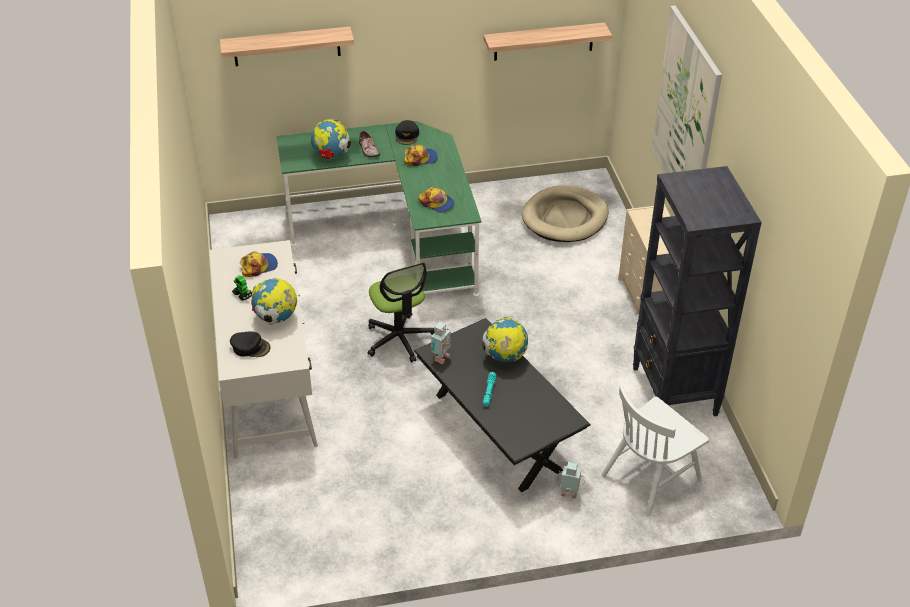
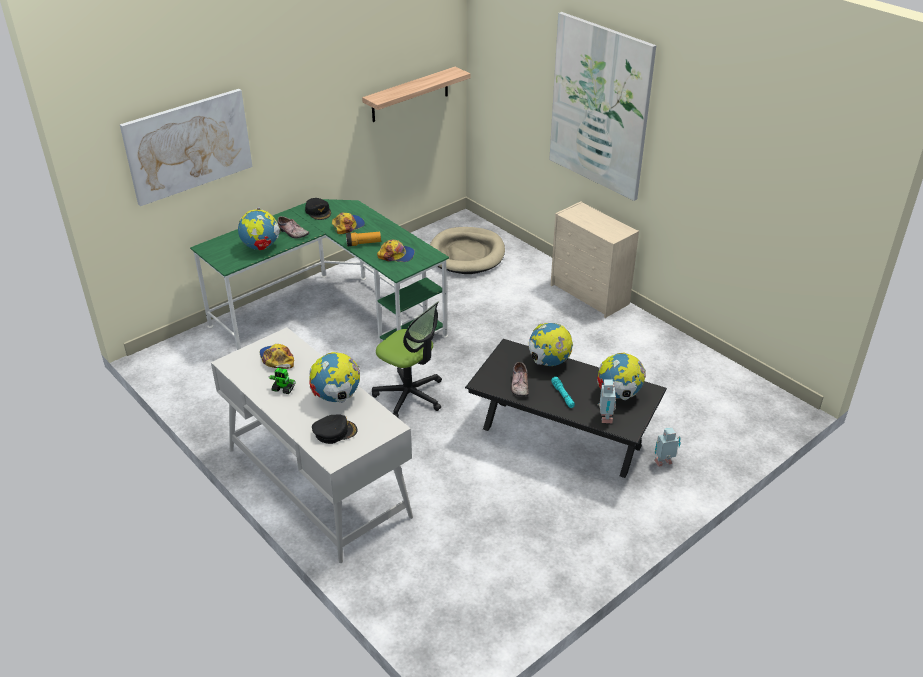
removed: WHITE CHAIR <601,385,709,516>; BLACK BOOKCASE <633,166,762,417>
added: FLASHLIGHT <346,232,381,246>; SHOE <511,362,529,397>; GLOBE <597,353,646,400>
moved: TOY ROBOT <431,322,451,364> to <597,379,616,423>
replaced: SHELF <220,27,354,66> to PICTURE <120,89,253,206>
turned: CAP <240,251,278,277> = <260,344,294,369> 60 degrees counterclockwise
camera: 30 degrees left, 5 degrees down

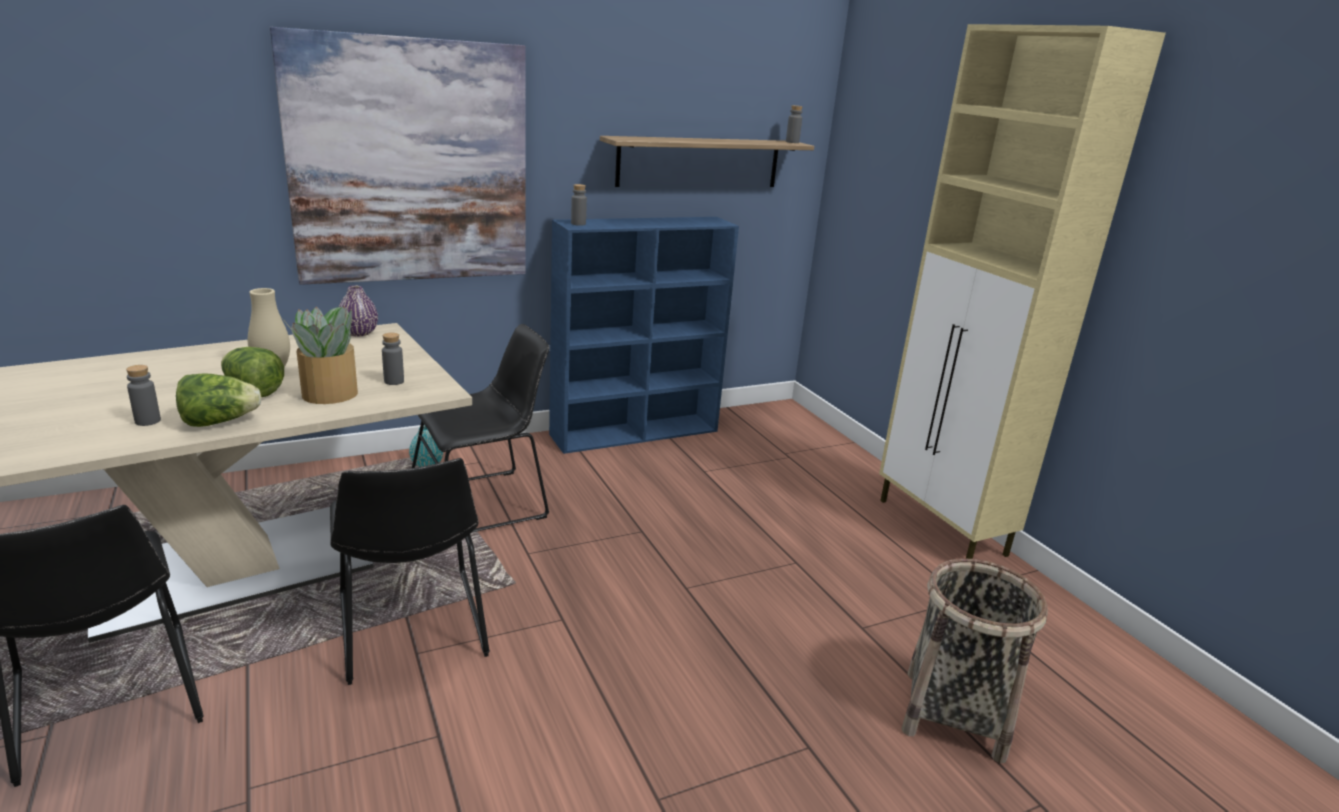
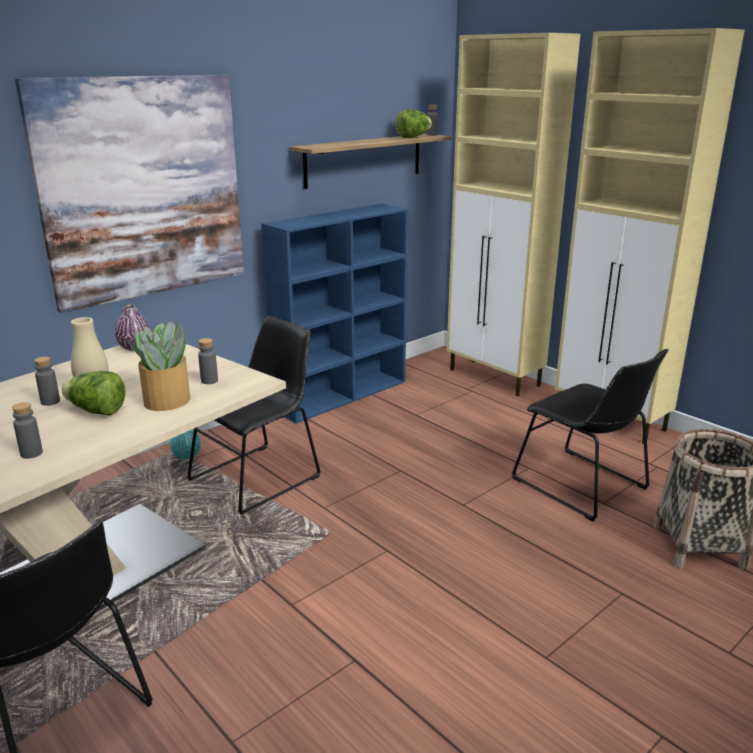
added: BEIGE CABINET <447,33,581,397>
moved: GREY BOTTLE <571,184,587,226> to <34,357,60,406>; LETTUCE <176,373,262,427> to <395,109,432,138>; BLACK CHAIR <330,458,490,685> to <512,349,668,522>
camera: 15 degrees left, 0 degrees up

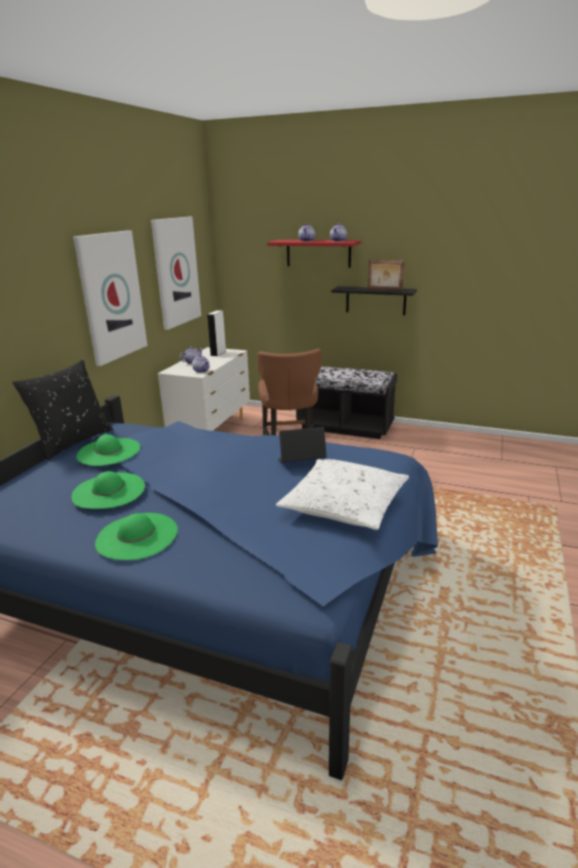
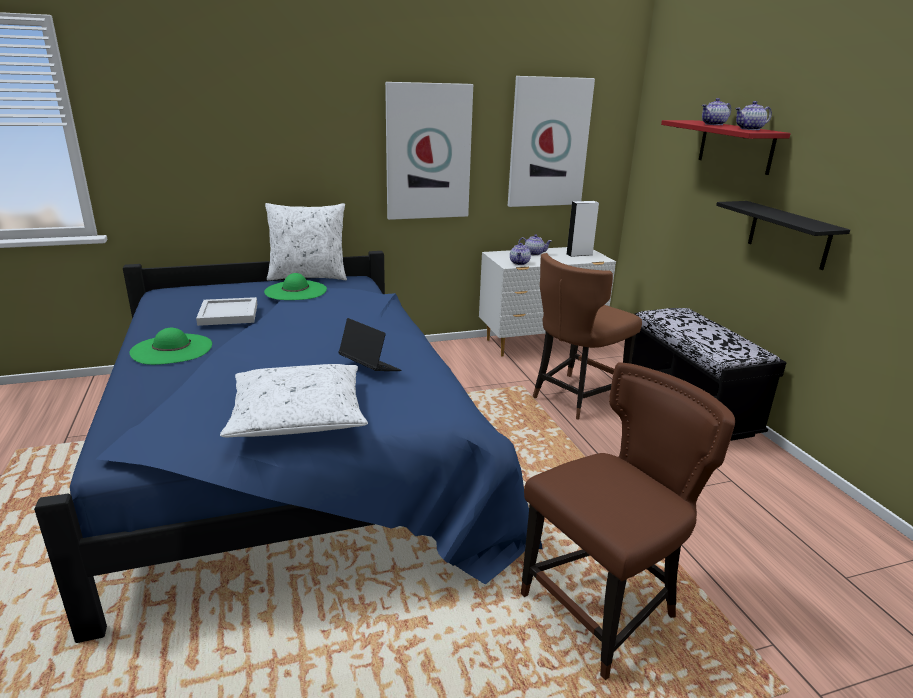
removed: PICTURE FRAME <368,259,405,291>
added: BROWN CHAIR <521,362,735,680>
replaced: GREEN HAT <71,471,145,509> to WHITE TRAY <196,297,257,326>
recoloured: BLACK PILLOW <12,360,113,460> to WHITE PILLOW <265,203,347,281>
camera: 50 degrees right, 0 degrees up

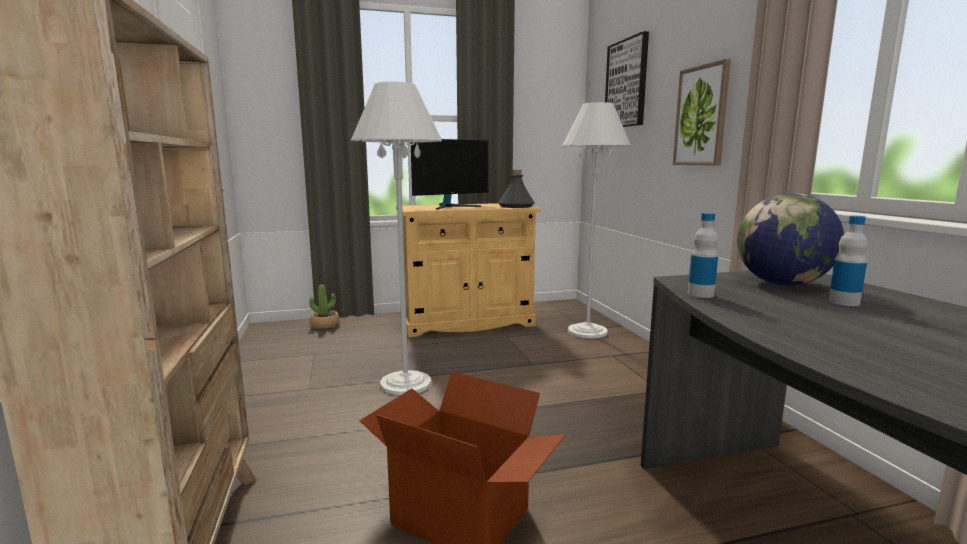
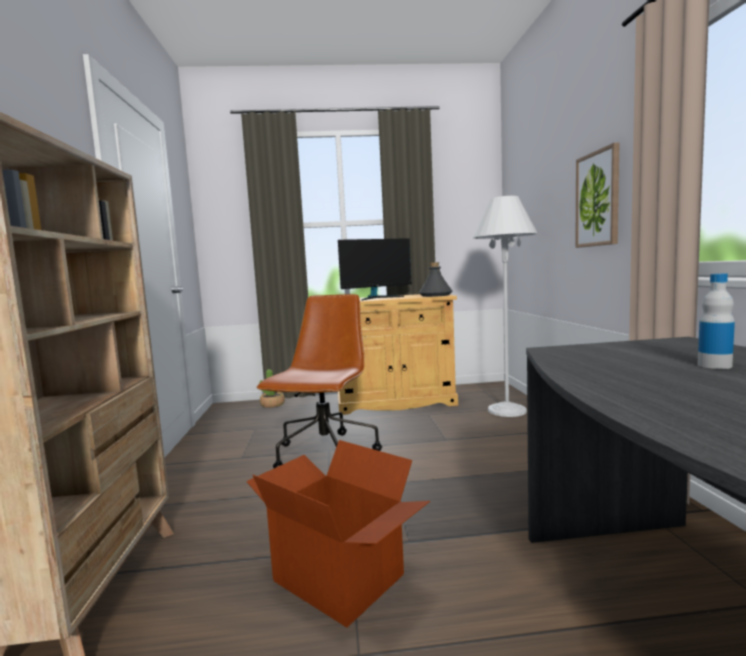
removed: PICTURE <605,31,649,127>; BOTTLE <688,212,718,298>; GLOBE <737,193,844,286>
replaced: WHITE FLOOR LAMP <351,81,442,395> to BROWN OFFICE CHAIR <257,294,382,469>
camera: 10 degrees right, 5 degrees down

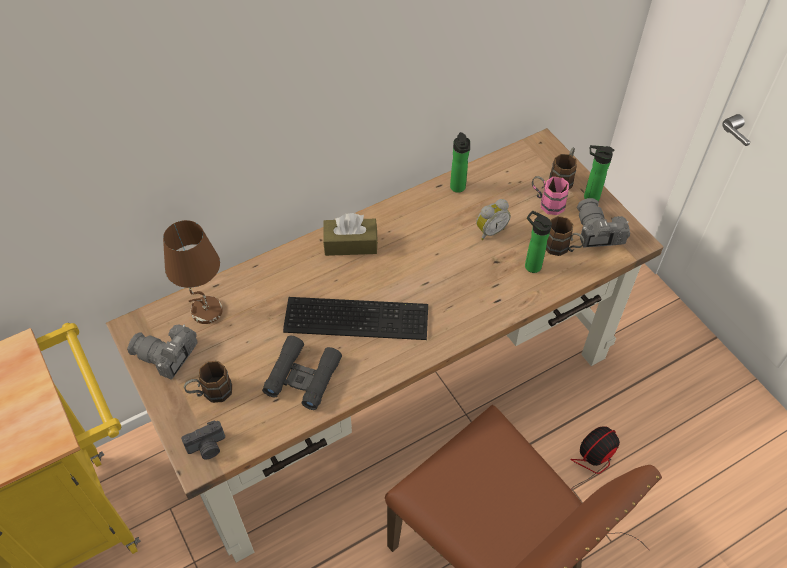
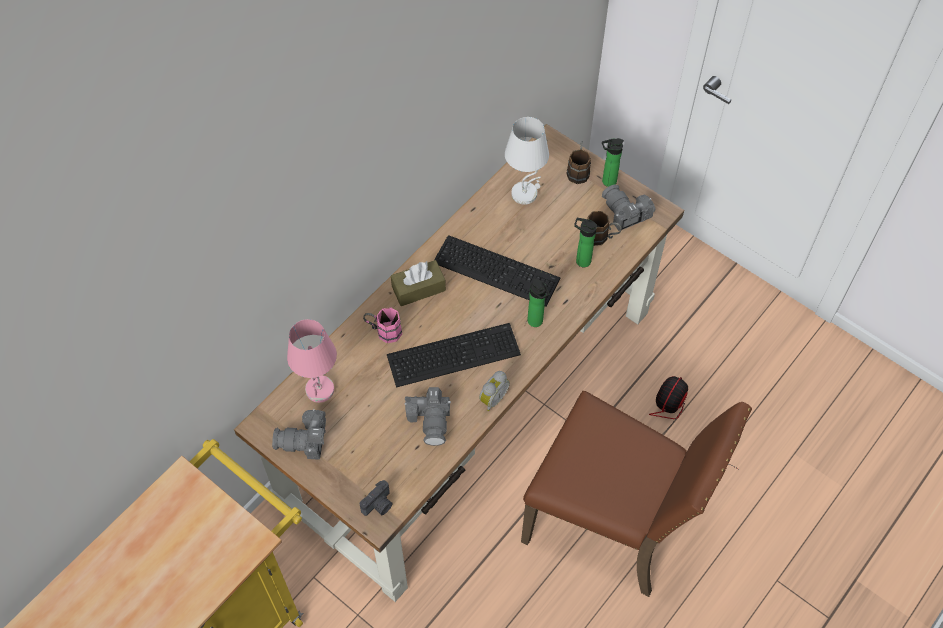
removed: BROWN MUG <184,361,232,403>
added: KEYBOARD <434,235,560,307>; WHITE TABLE LAMP <505,117,549,205>
moved: PINK MUG <532,176,569,215> to <363,307,402,343>; ALARM CLOCK <476,199,511,240> to <479,371,510,411>; BOTTLE <450,132,470,193> to <527,278,550,327>
replaced: BLACK BINOCULARS <262,336,342,410> to PHOTO CAMERA <404,387,451,446>
recoloured: BROWN TABLE LAMP <163,220,223,324> to PINK TABLE LAMP <287,319,337,403>
camera: 20 degrees left, 5 degrees up

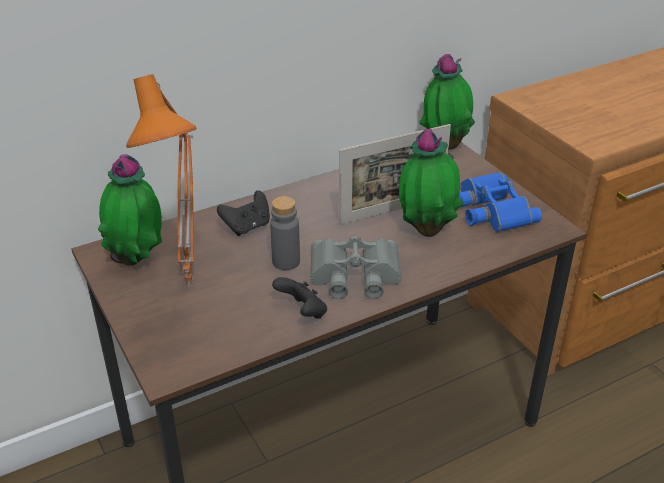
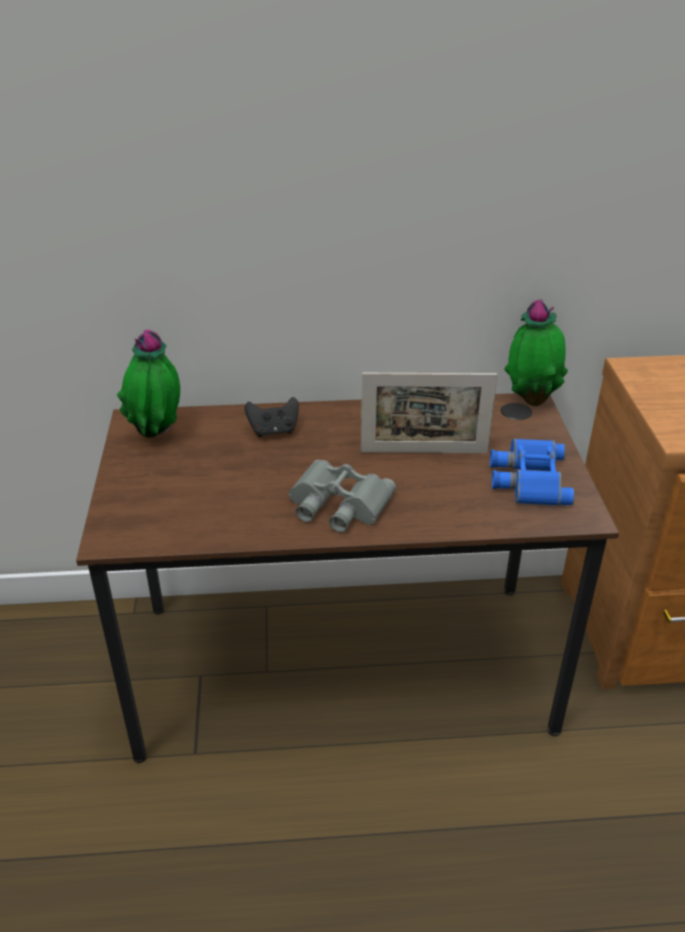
removed: ORANGE TABLE LAMP <126,74,197,287>; GREY BOTTLE <270,196,300,270>; BLACK GAME CONTROLLER <272,277,327,319>; POTTED PLANT <399,128,464,237>
camera: 25 degrees right, 0 degrees up

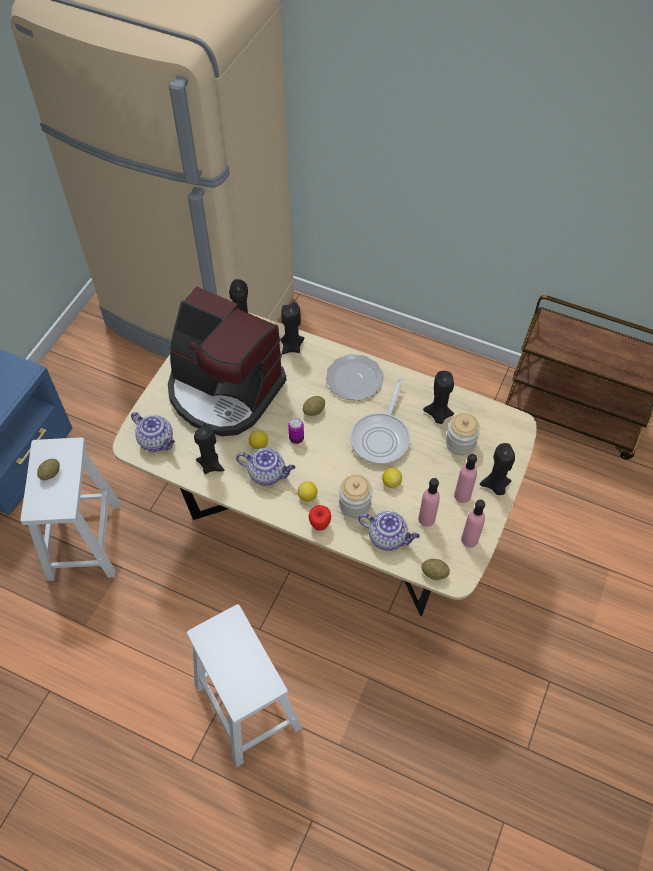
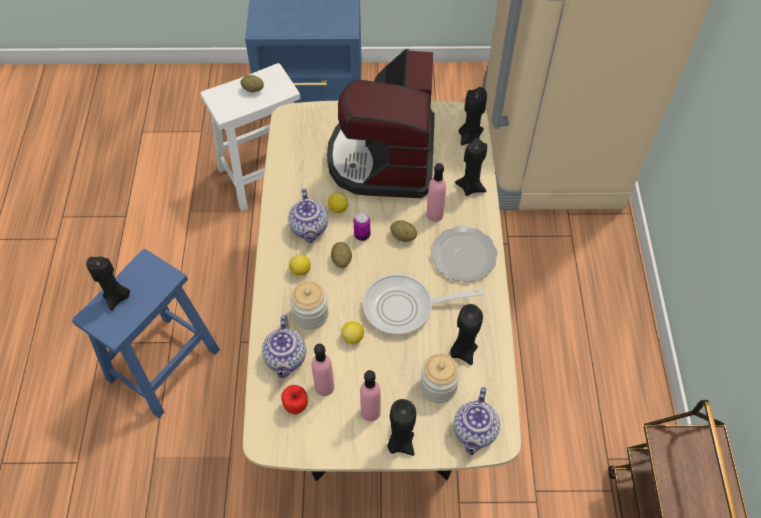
moved: BLACK CANDLE <194,423,224,474> to <86,257,130,311>; APPLE <309,505,331,531> to <281,385,308,414>; POTATO <421,559,450,580> to <331,242,352,268>; PINK BOTTLE <461,499,485,547> to <426,163,446,222>; TEAPOT <131,412,175,452> to <453,387,500,455>
recoloured: WHITE STOOL <187,604,302,767> to BLUE STOOL <72,249,220,418>
camera: 65 degrees right, 0 degrees up

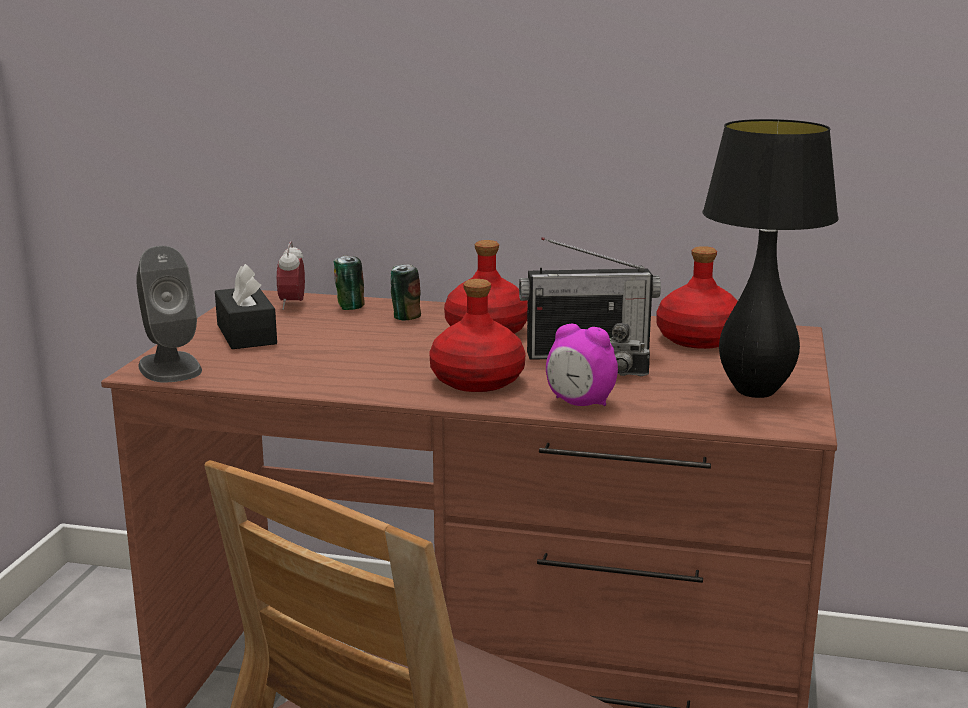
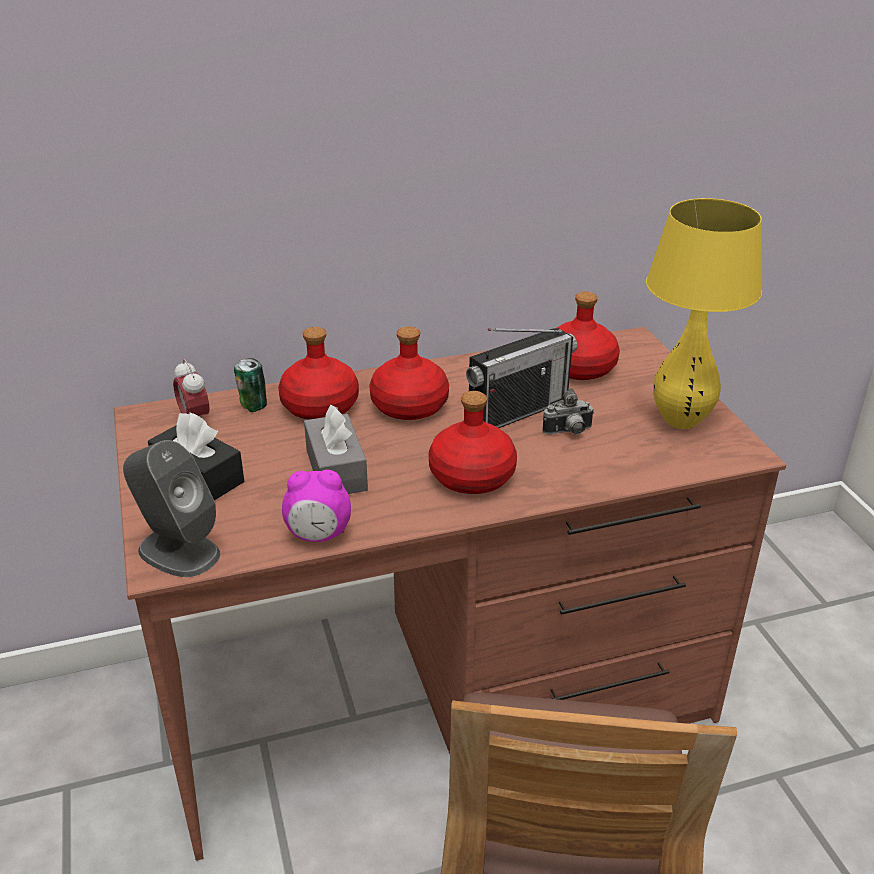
added: GREY TISSUE BOX <304,405,368,494>
moved: ALARM CLOCK <546,324,618,406> to <282,470,351,542>
replaced: CAN <391,265,421,320> to RED BOTTLE <278,327,359,420>
recoloured: BLACK TABLE LAMP <703,119,839,398> to YELLOW TABLE LAMP <646,198,762,429>
camera: 30 degrees left, 15 degrees up

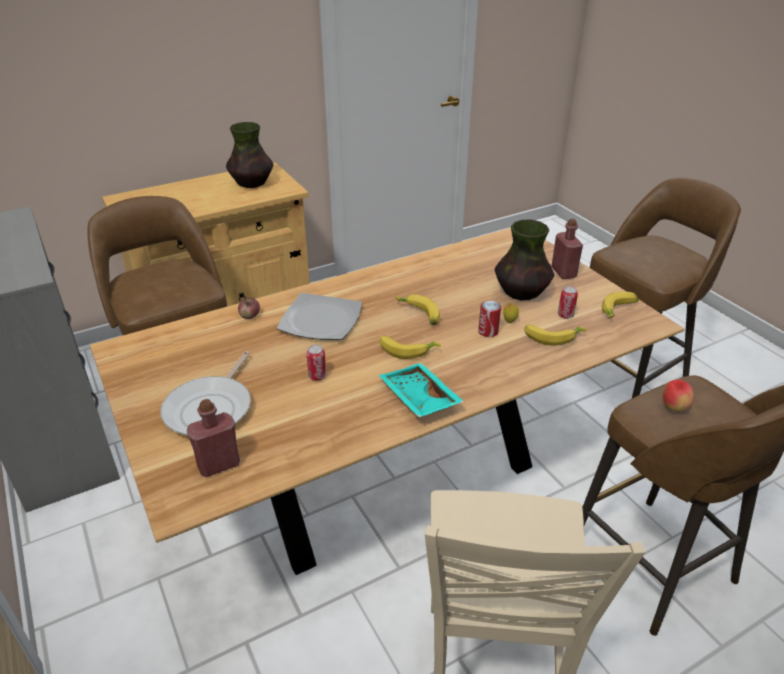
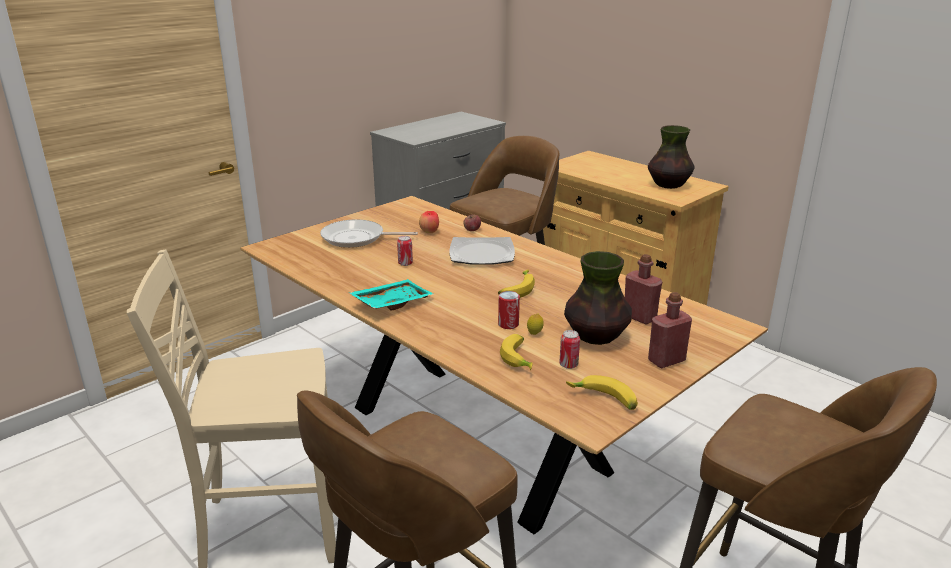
removed: BANANA <379,336,441,359>
moved: APPLE <663,380,694,412> to <419,211,439,233>; RED BOTTLE <187,399,240,478> to <625,254,662,324>
camera: 75 degrees right, 10 degrees down

